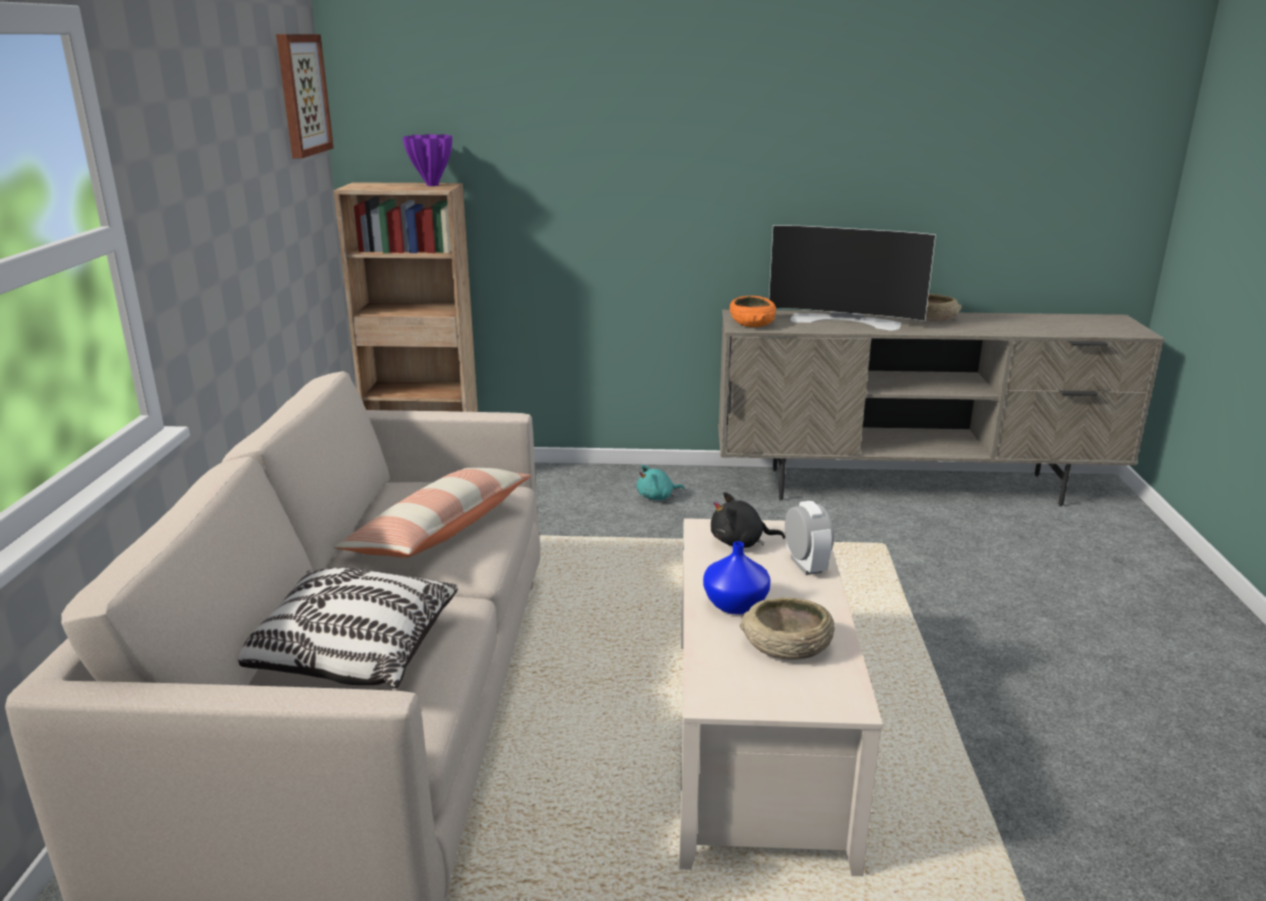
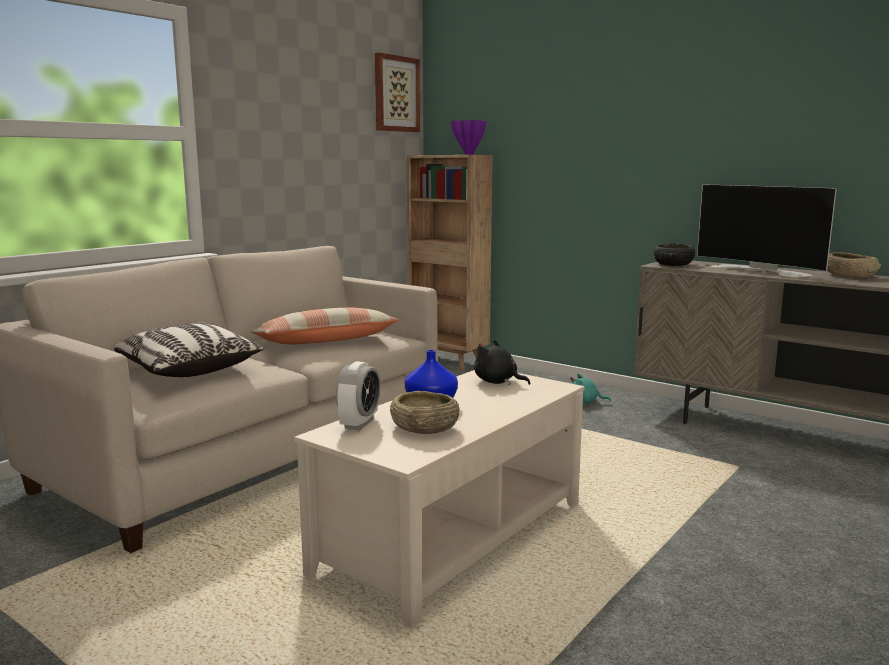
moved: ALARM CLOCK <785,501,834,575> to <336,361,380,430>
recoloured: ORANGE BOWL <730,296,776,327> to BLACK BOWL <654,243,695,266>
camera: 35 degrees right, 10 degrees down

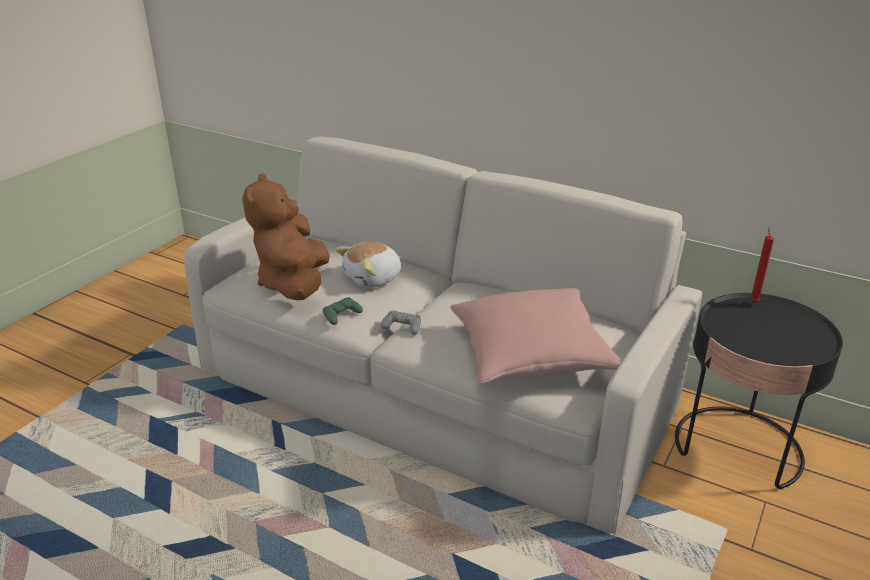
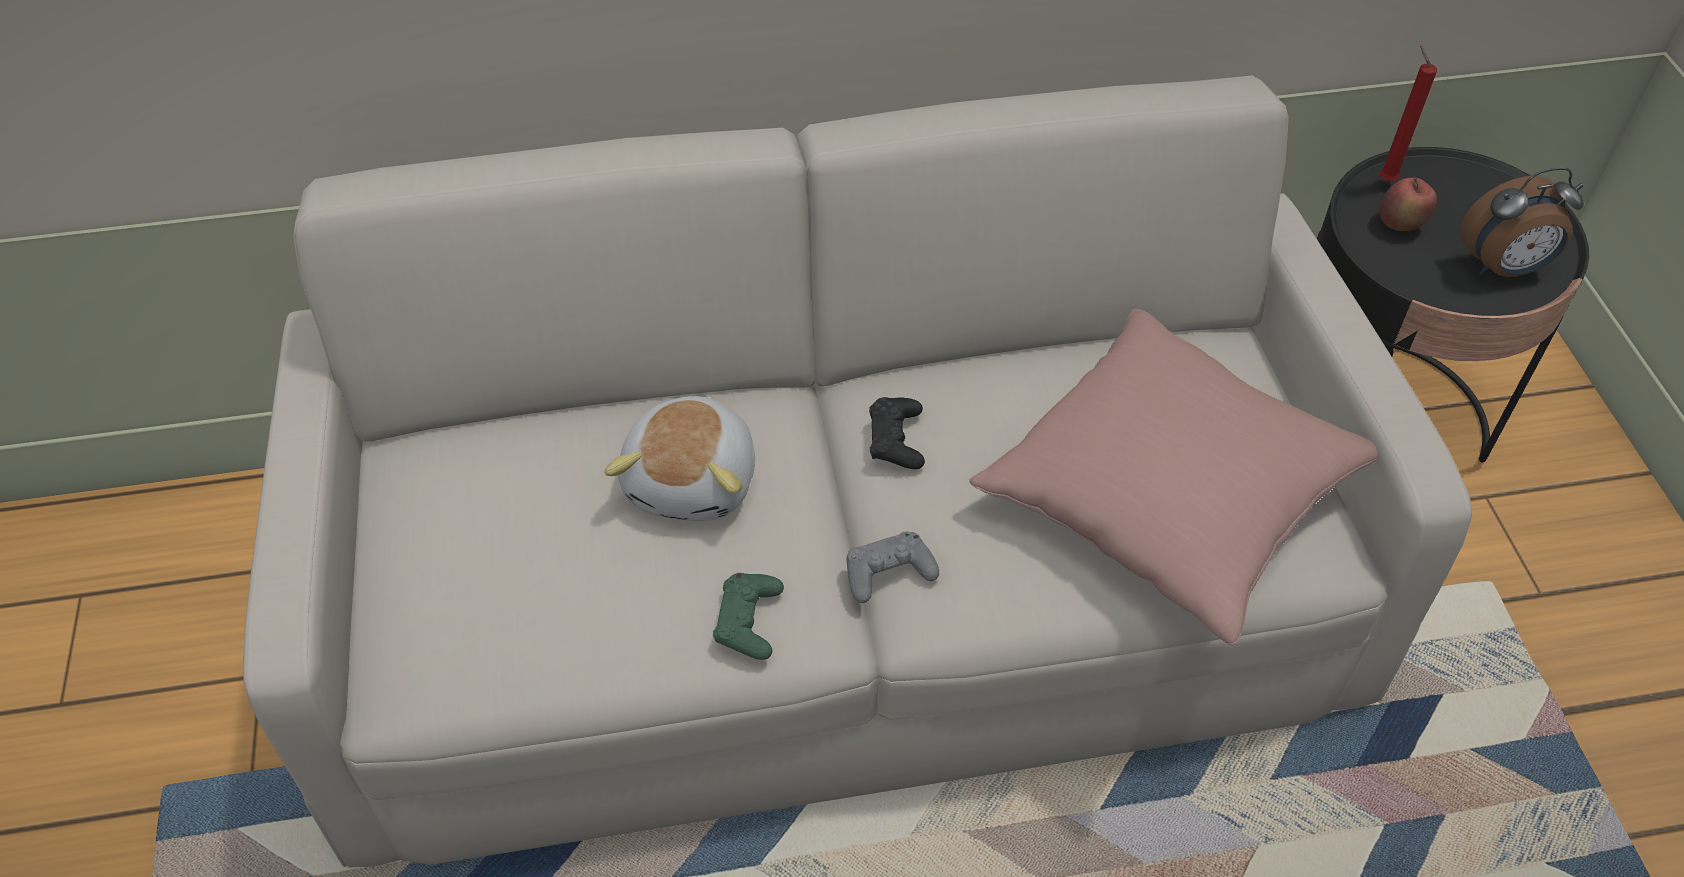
removed: BROWN PLUSH TOY <242,173,330,301>
added: BLACK GAME CONTROLLER <869,397,925,469>; APPLE <1380,177,1437,231>; ALARM CLOCK <1460,167,1584,277>
camera: 40 degrees left, 20 degrees up

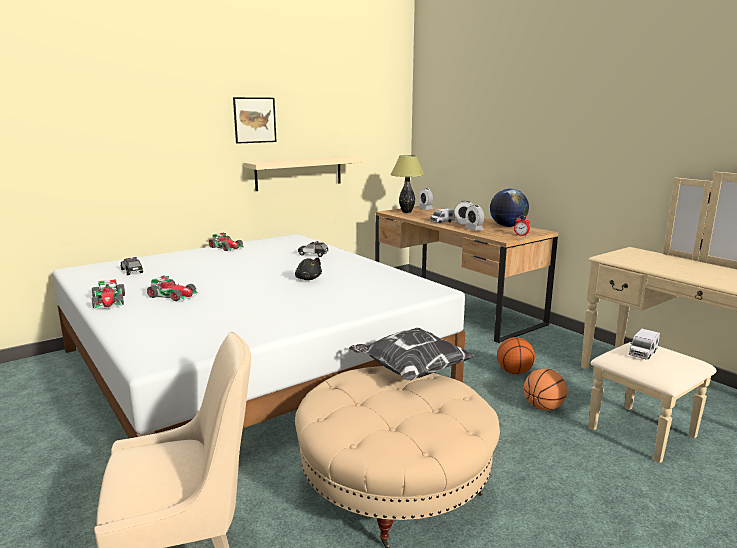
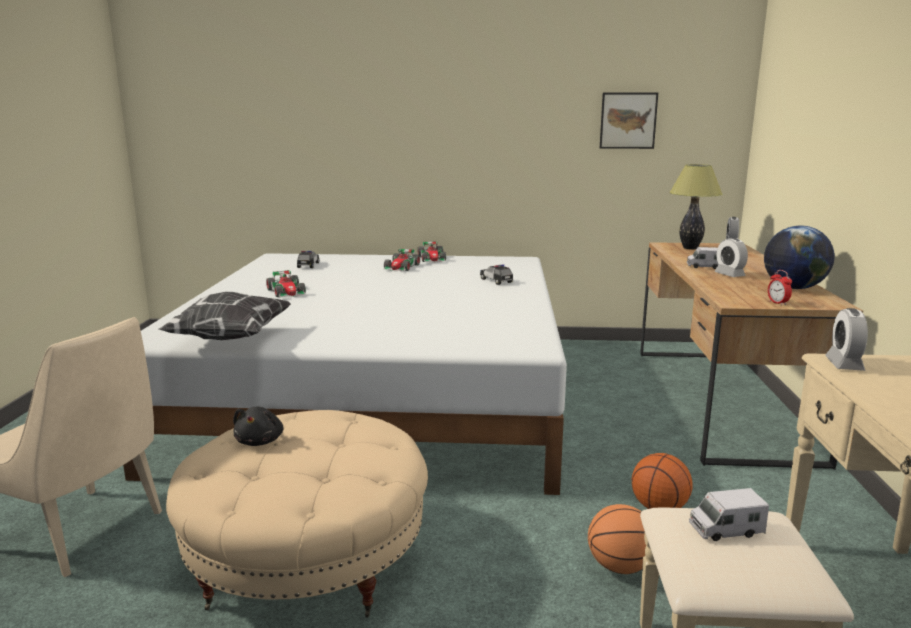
removed: BEIGE SHELF <244,156,363,191>
moved: PILLOW <349,328,476,380> to <158,292,291,340>; BLACK PLUSH TOY <295,258,322,280> to <233,406,284,446>; TOY CAR <92,279,125,309> to <384,249,420,271>; PICTURE <233,97,277,144> to <600,93,658,149>; ALARM CLOCK <465,205,484,231> to <825,308,868,371>
camera: 40 degrees right, 0 degrees up

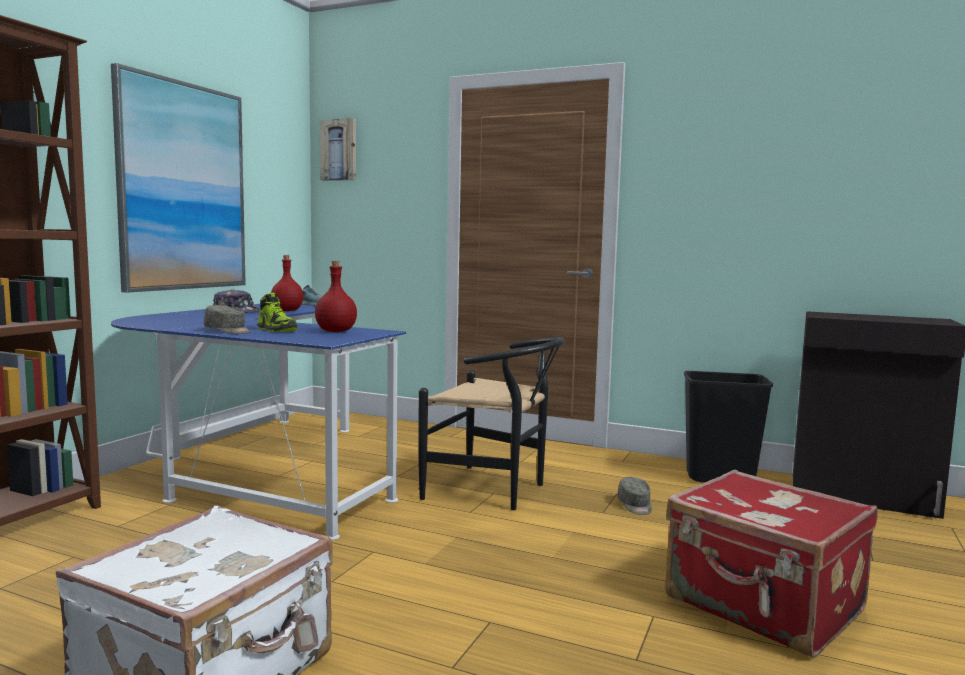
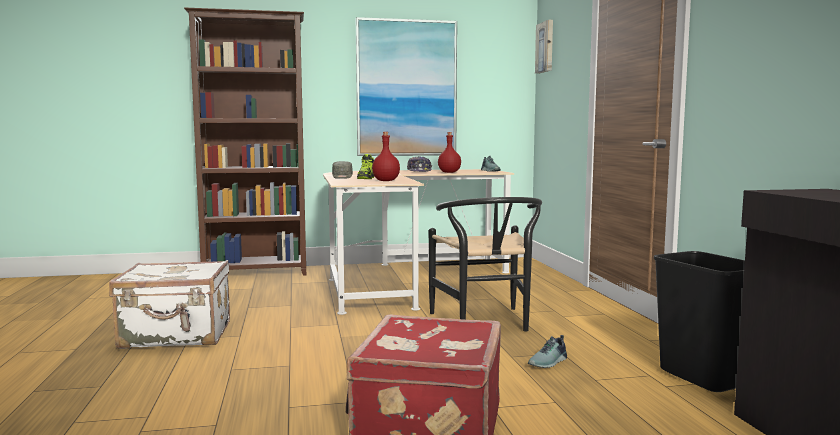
replaced: GREY CAP <617,477,652,515> to SHOE <528,335,567,368>
recoloured: BLUE DESK <111,304,406,540> to BEIGE DESK <323,169,514,315>
camera: 55 degrees right, 0 degrees up

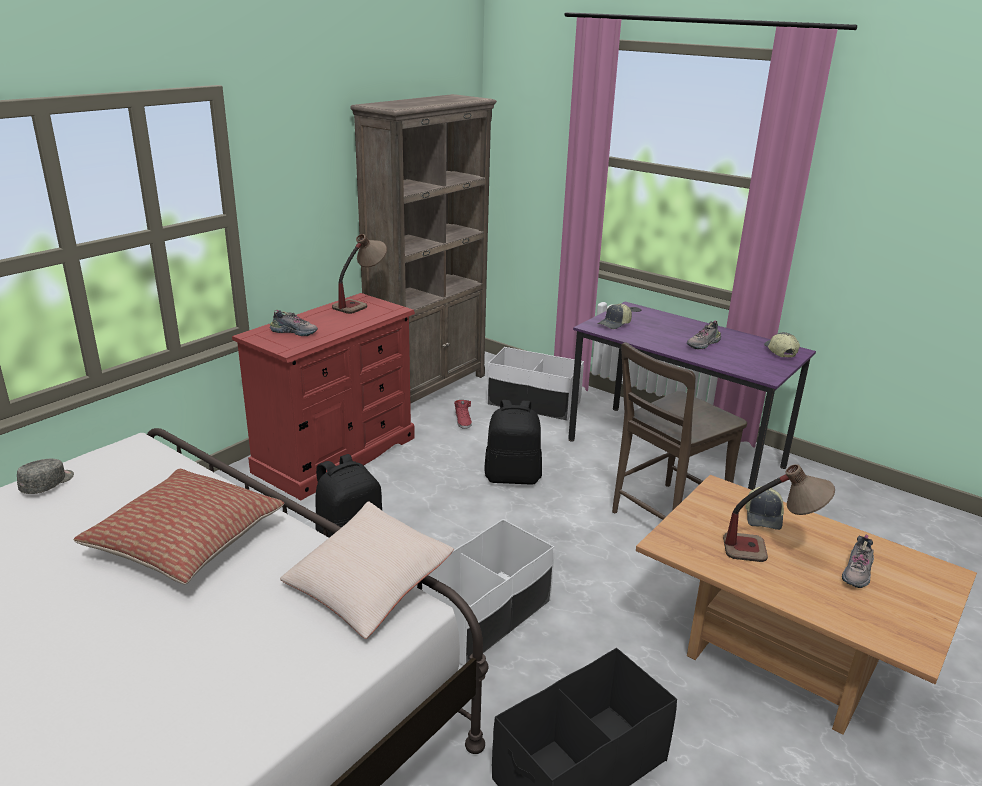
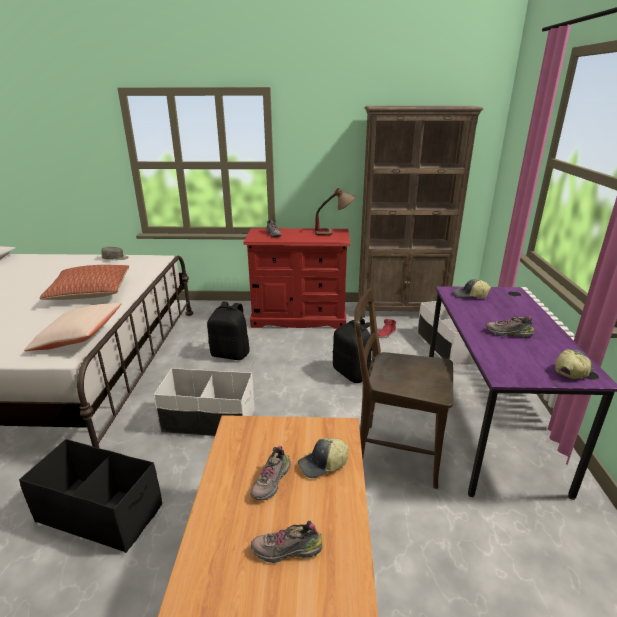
replaced: TABLE LAMP <723,464,835,562> to SHOE <250,446,290,500>
camera: 55 degrees right, 0 degrees up

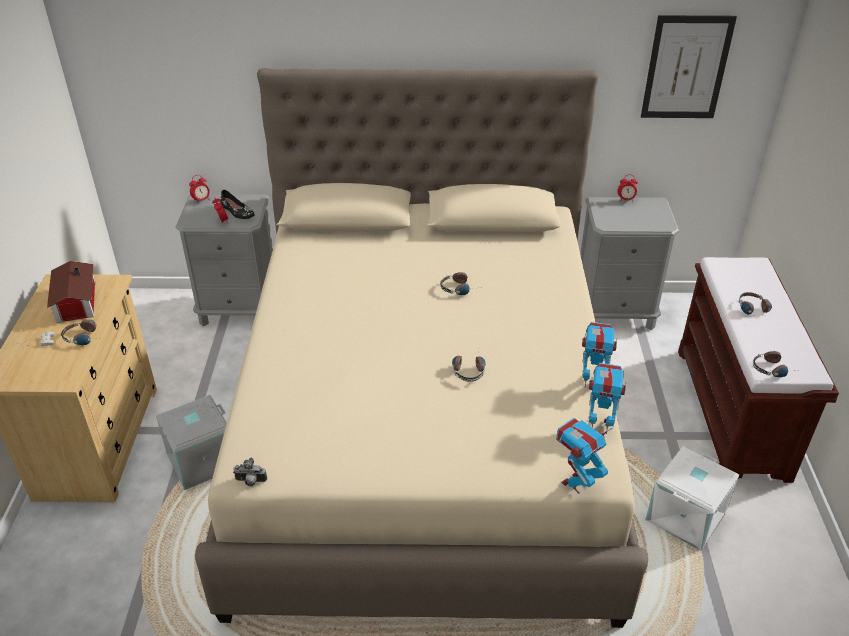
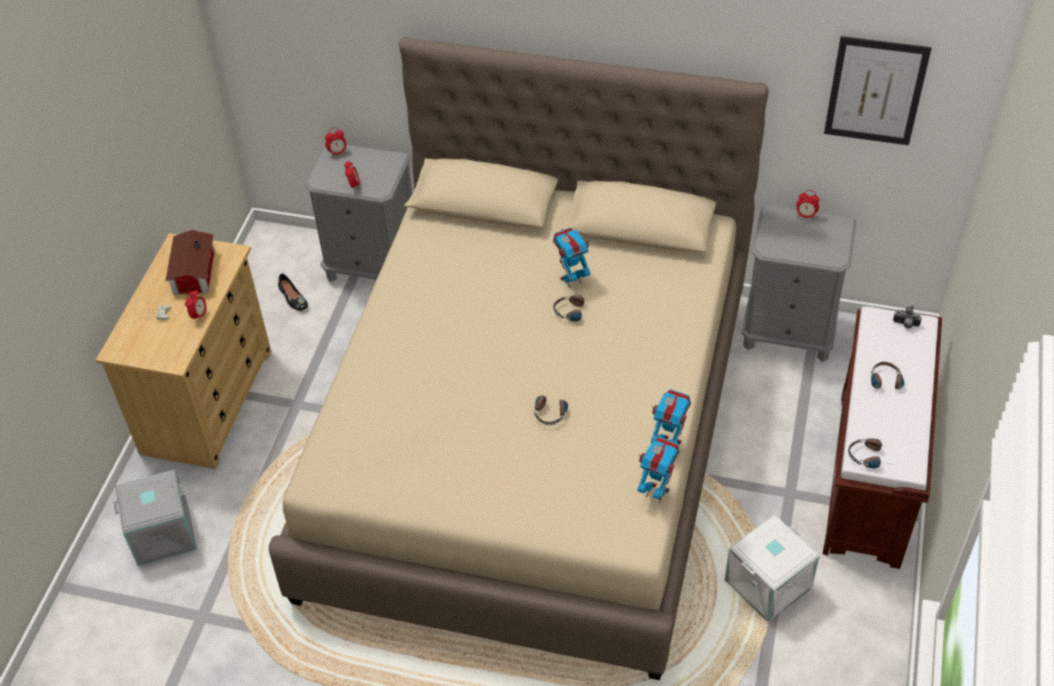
moved: GREY STORAGE BOX <156,395,227,490> to <113,469,197,566>; BLACK SHOE <220,190,255,219> to <278,274,308,311>; TOY ROBOT <556,418,613,494> to <553,227,591,288>; PHOTO CAMERA <233,458,267,486> to <893,306,922,329>
replaced: HEADPHONES <61,320,97,345> to ALARM CLOCK <185,290,207,322>
camera: 15 degrees right, 10 degrees up

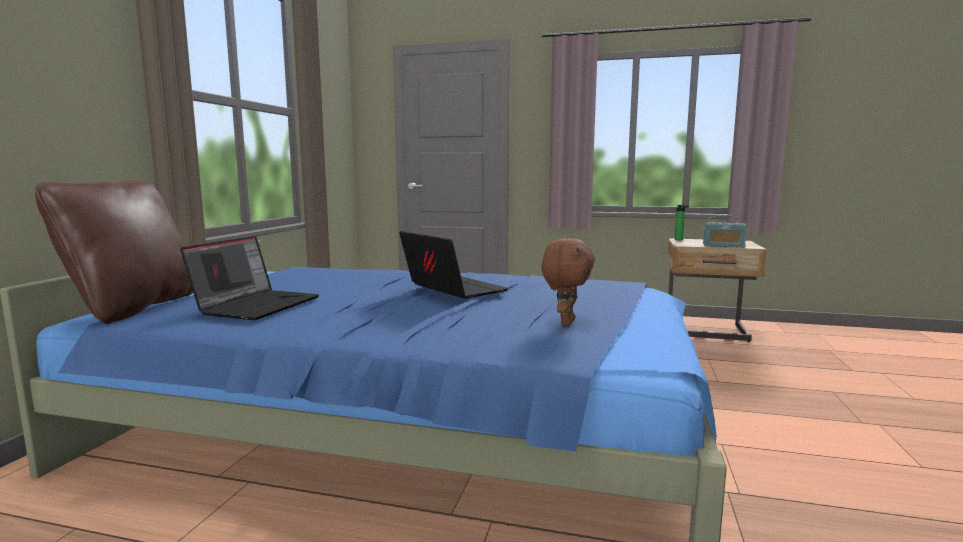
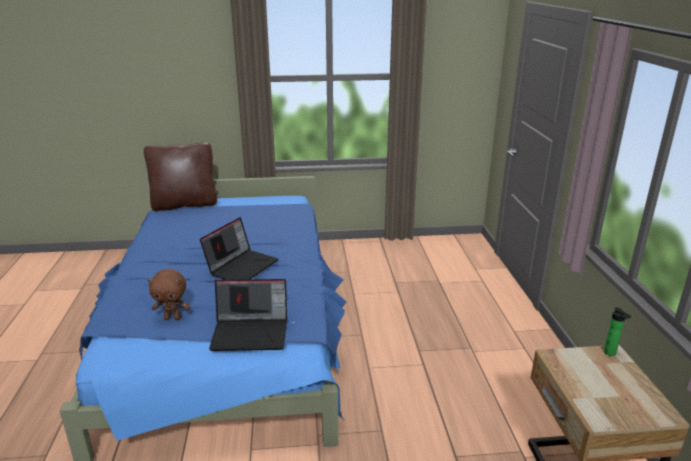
removed: RADIO <703,215,747,248>
moved: LAPTOP <180,236,319,320> to <209,279,287,351>
camera: 70 degrees right, 15 degrees up

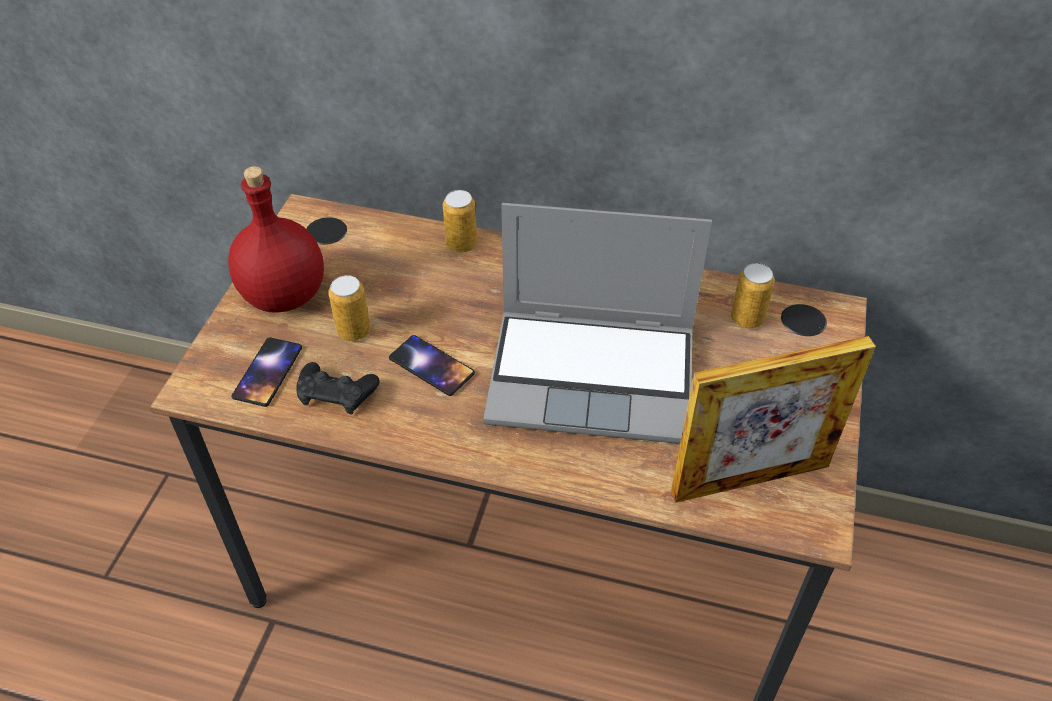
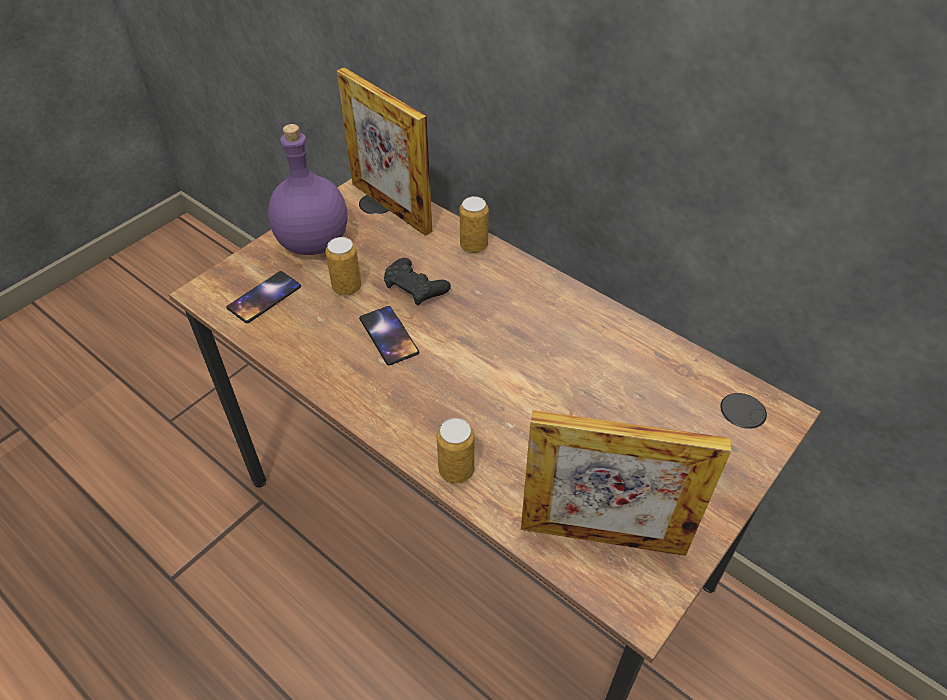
removed: LAPTOP <483,203,712,444>
added: PICTURE FRAME <336,67,432,236>
moved: BLACK GAME CONTROLLER <296,362,379,415> to <384,258,451,306>; CAN <731,263,775,328> to <437,418,475,483>
recoloured: RED BOTTLE <228,166,324,313> to PURPLE BOTTLE <268,124,348,255>
camera: 25 degrees right, 0 degrees up

